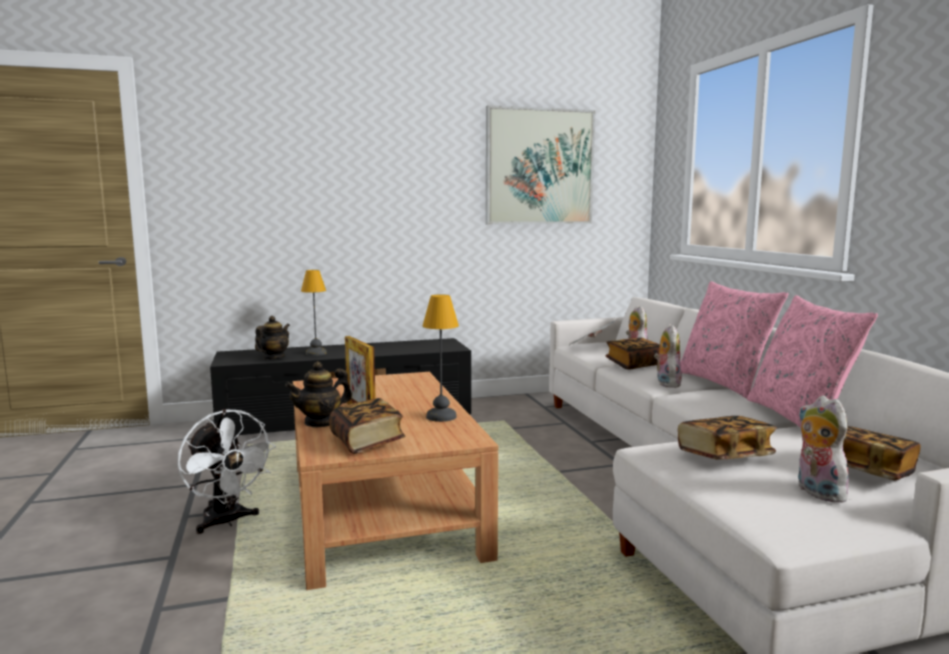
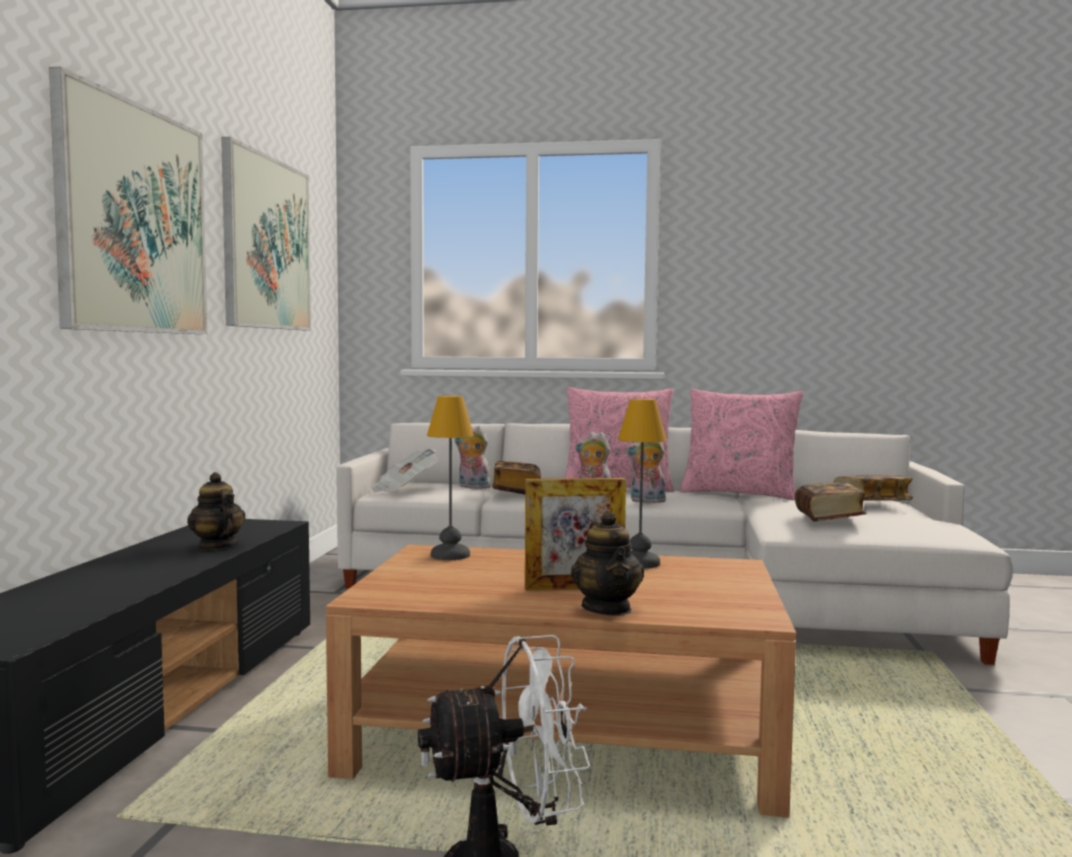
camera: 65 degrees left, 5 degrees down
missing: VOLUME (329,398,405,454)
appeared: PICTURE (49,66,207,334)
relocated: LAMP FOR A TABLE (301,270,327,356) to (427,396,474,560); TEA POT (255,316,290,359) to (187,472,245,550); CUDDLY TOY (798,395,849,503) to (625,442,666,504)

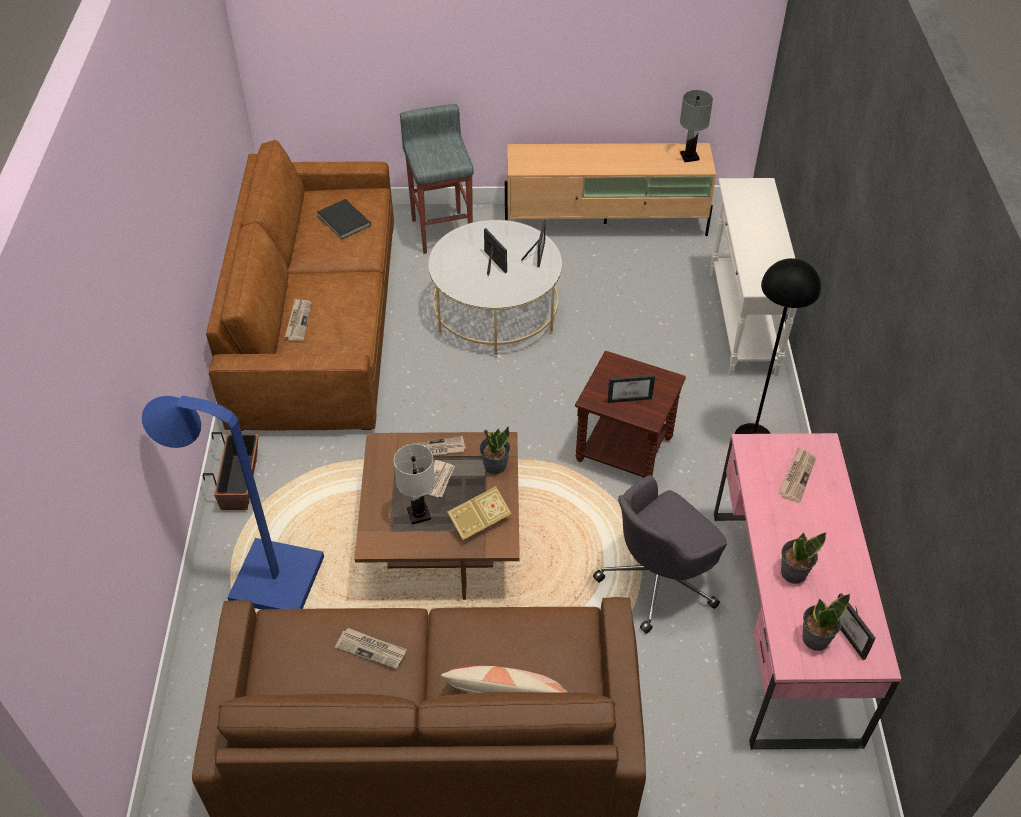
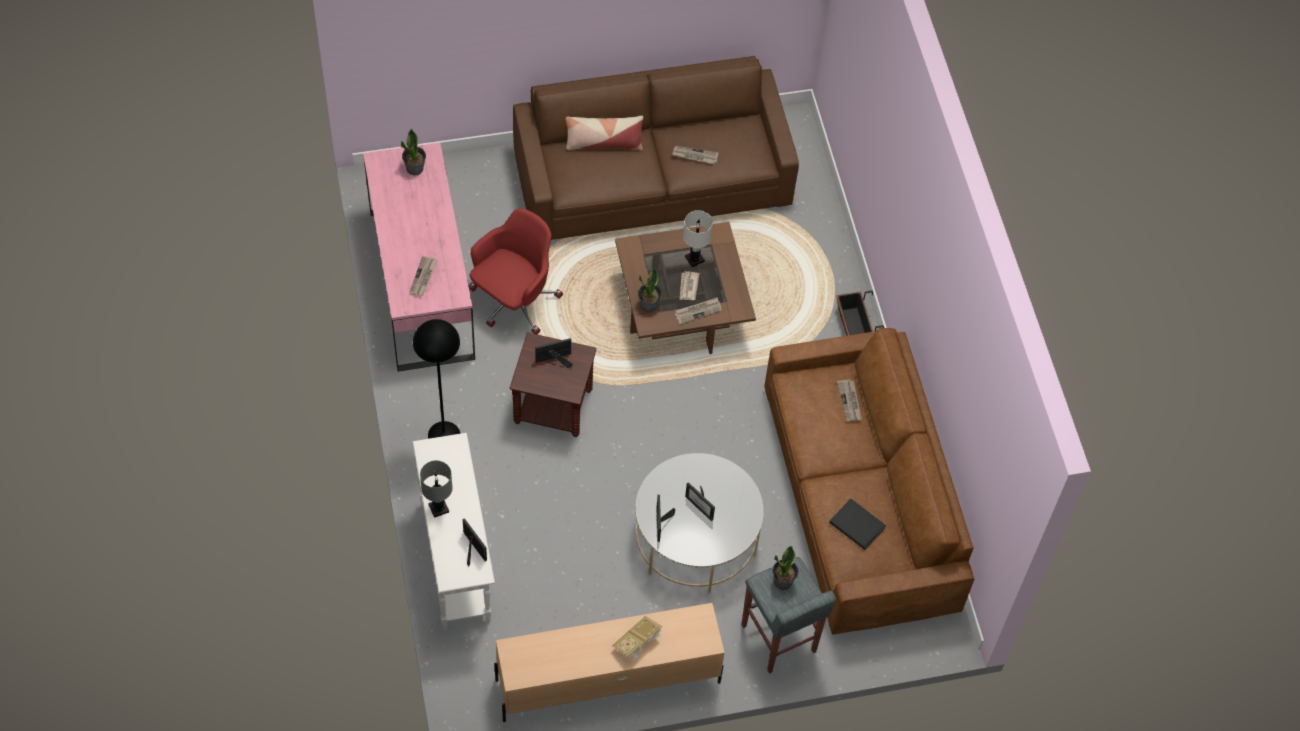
camera: 165 degrees right, 10 degrees up
missing: BLUE-COLOURED FLOOR LAMP (142,396,324,610)
relocated: GREY LAMP FOR A TABLE (680,90,713,162) to (420,460,453,518); VOLUME (447,486,512,540) to (612,616,663,661); POTTED PLANT (781,532,826,584) to (772,546,799,590); STANDING FRAME (838,593,876,660) to (463,518,487,567)
colour: GREY DESK CHAIR (593,475,727,634) to RED-COLOURED DESK CHAIR (469,209,563,334)

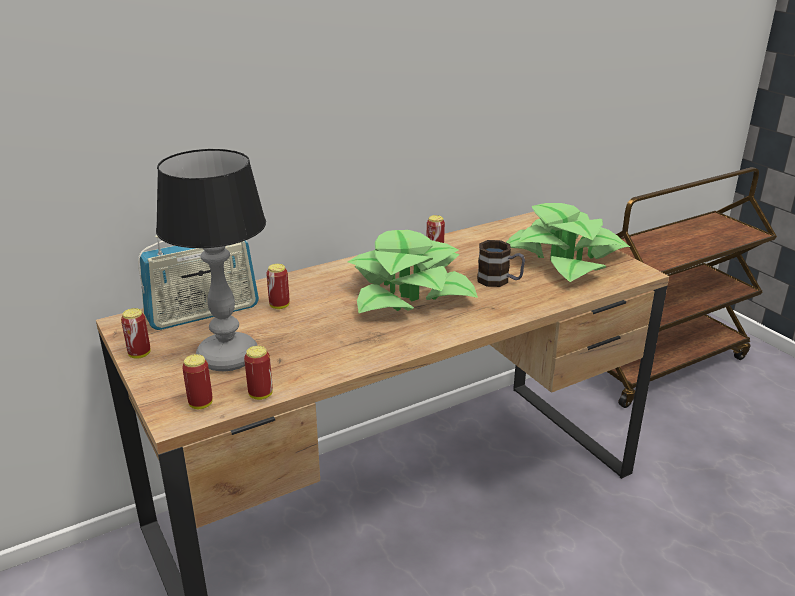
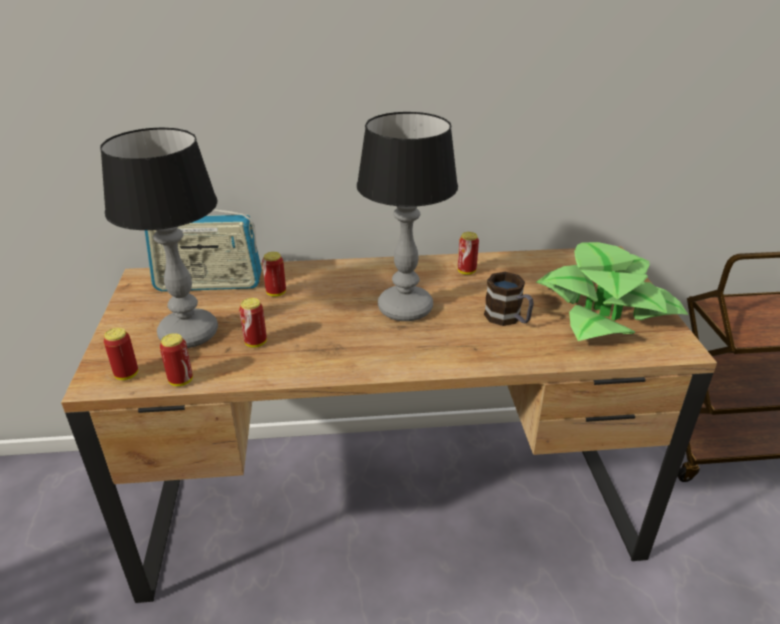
camera: 25 degrees right, 5 degrees up
relocated: SEALED CAN (121,308,151,359) to (239,298,267,348)
exchanged: POTTED PLANT (348,230,478,313) to LAMP FOR A TABLE (357,112,458,321)

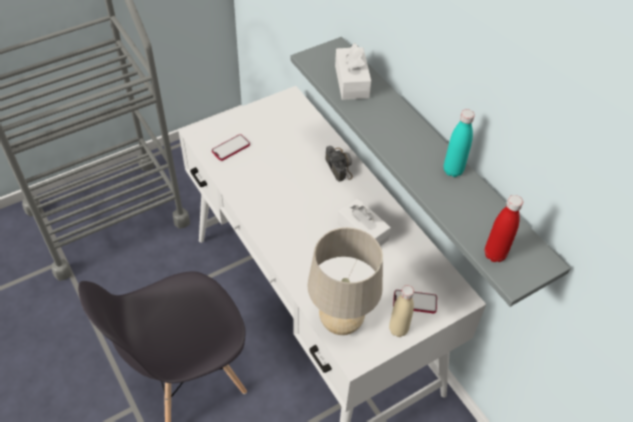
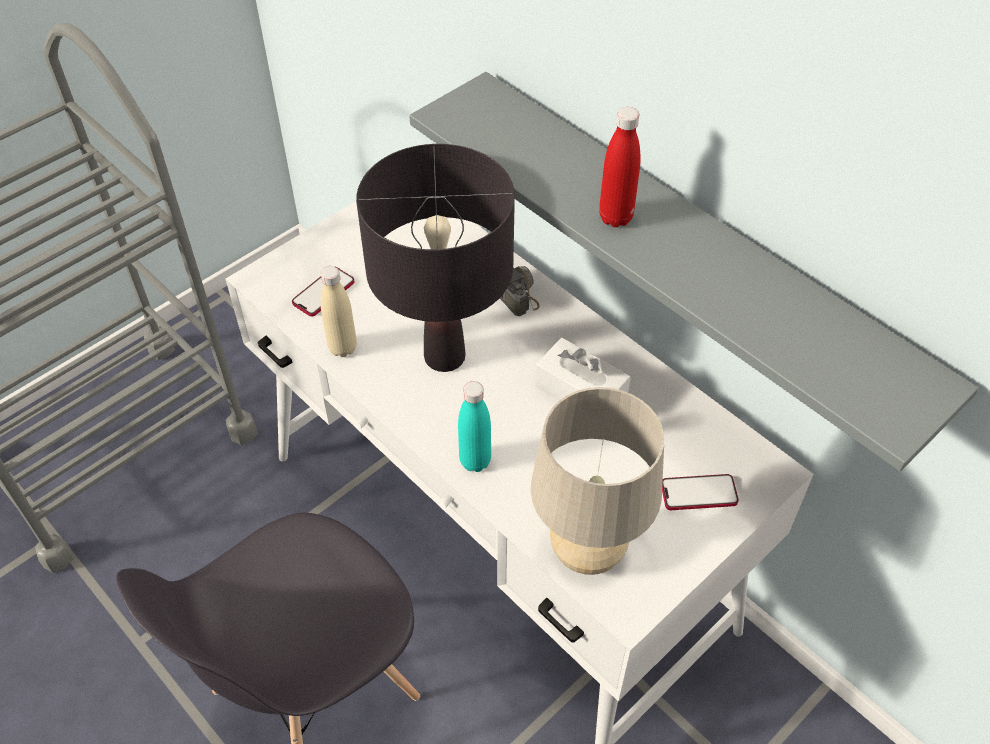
camera: 10 degrees left, 0 degrees up
missing: WHITISH TISSUE HOLDER (335,43,371,100)
appeared: BLACKISH LAMP FOR A TABLE (356,144,515,372)
relocated: BLUE-GREEN DRINK BOTTLE (444,109,475,177) to (458,381,491,472); RED-COLOURED DRINK BOTTLE (485,195,523,262) to (599,107,641,227); BEIGE-COLOURED DRINK BOTTLE (389,285,414,337) to (321,266,357,357)

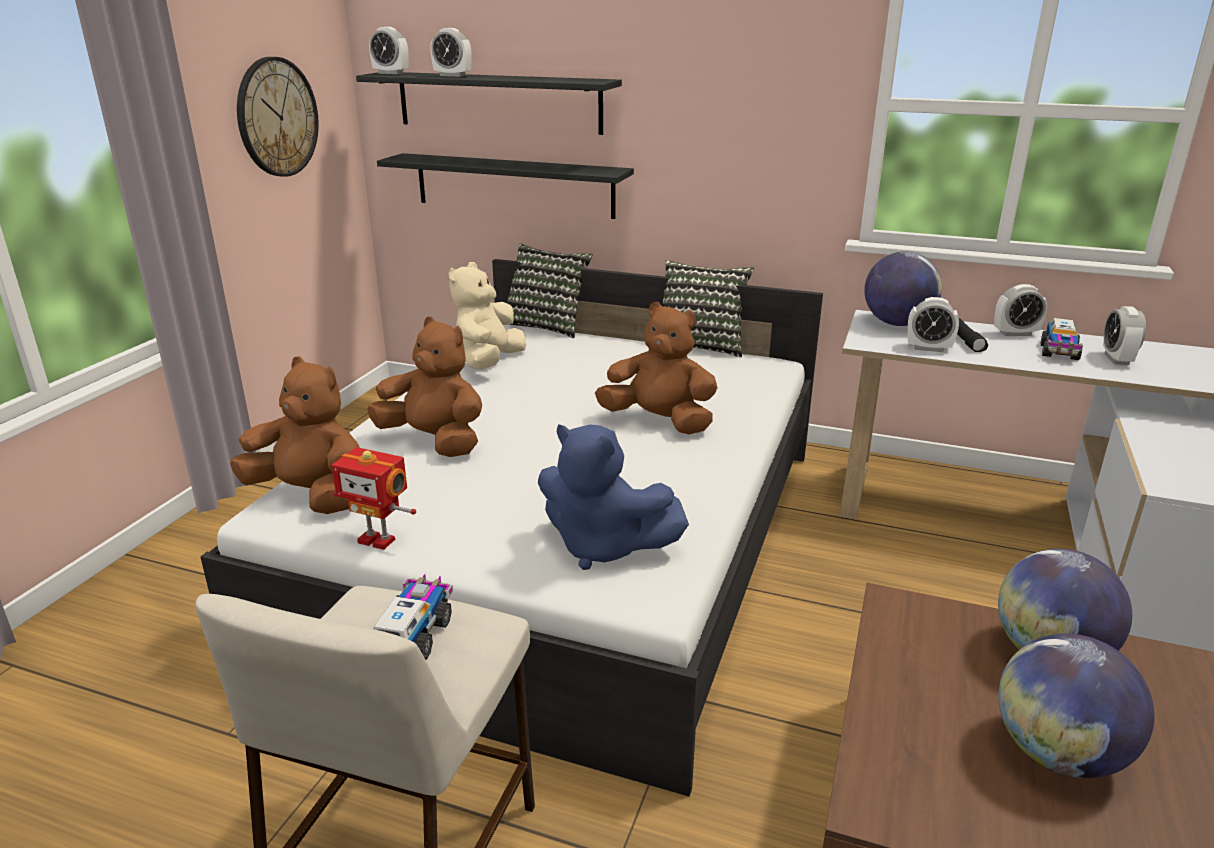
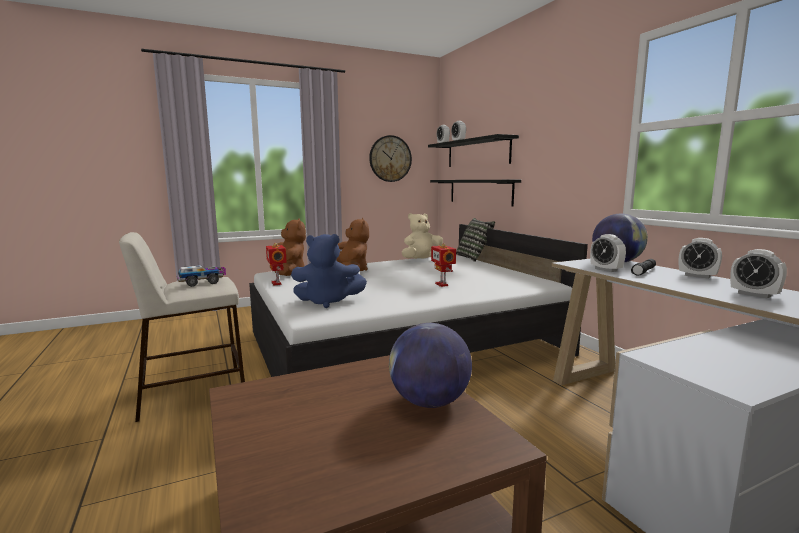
camera: 45 degrees right, 15 degrees down
missing: CUSHION (662,260,754,357); MODEL TRUCK (1041,318,1083,360); WORLD GLOBE (999,633,1154,778)
exchanged: BROWN-COLOURED CUDDLY TOY (595,302,718,434) to TOY ROBOT (431,243,456,287)
spun: TABLE CLOCK (1103,306,1146,365) = (730,249,787,299) 90 degrees counterclockwise; BLUE-COLOURED CUDDLY TOY (538,424,689,570) = (291,234,367,308) 75 degrees counterclockwise

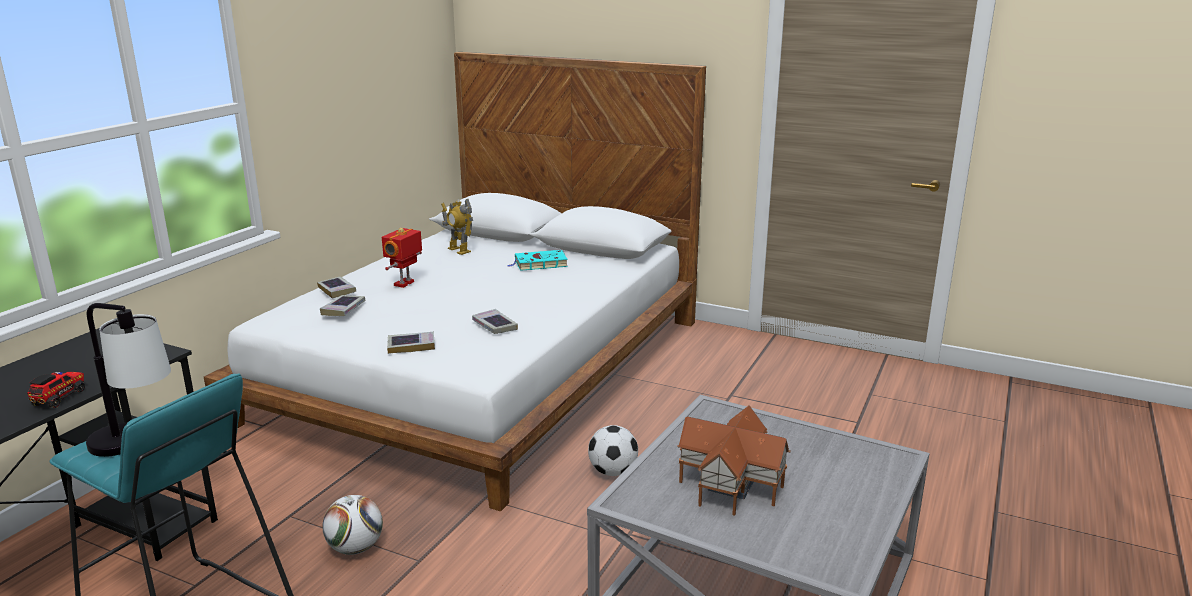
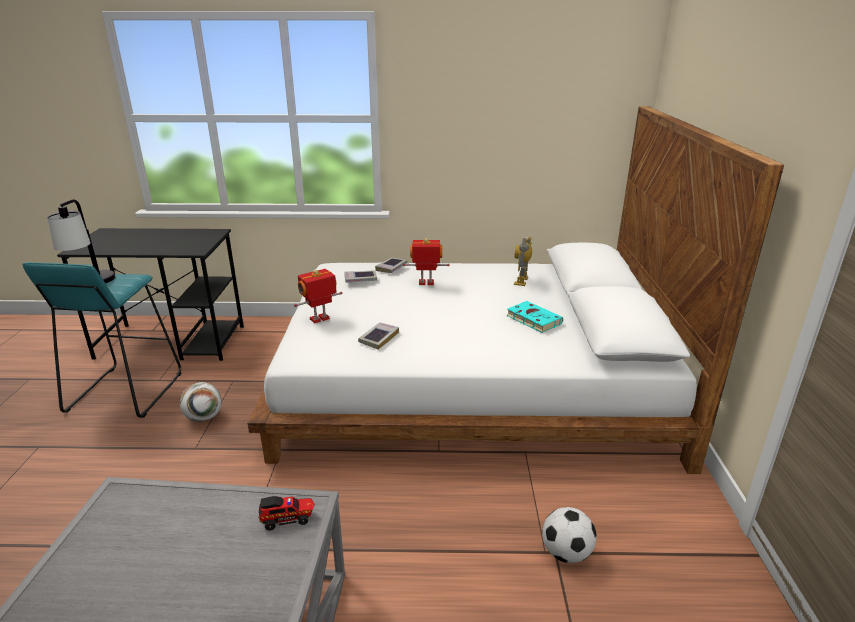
camera: 65 degrees right, 5 degrees up
missing: MINIATURE HOUSE (677,405,791,516)
relocated: MODEL TRUCK (27,372,85,408) to (259,496,315,531); FOOTBALL BALL (588,425,638,476) to (542,507,597,563)
exchanged: VOLUME (387,332,435,354) to TOY ROBOT (294,269,342,324)

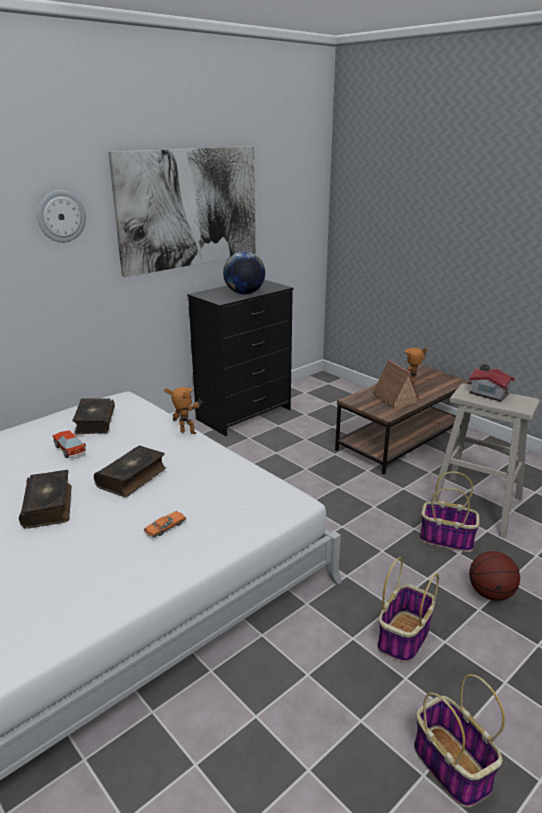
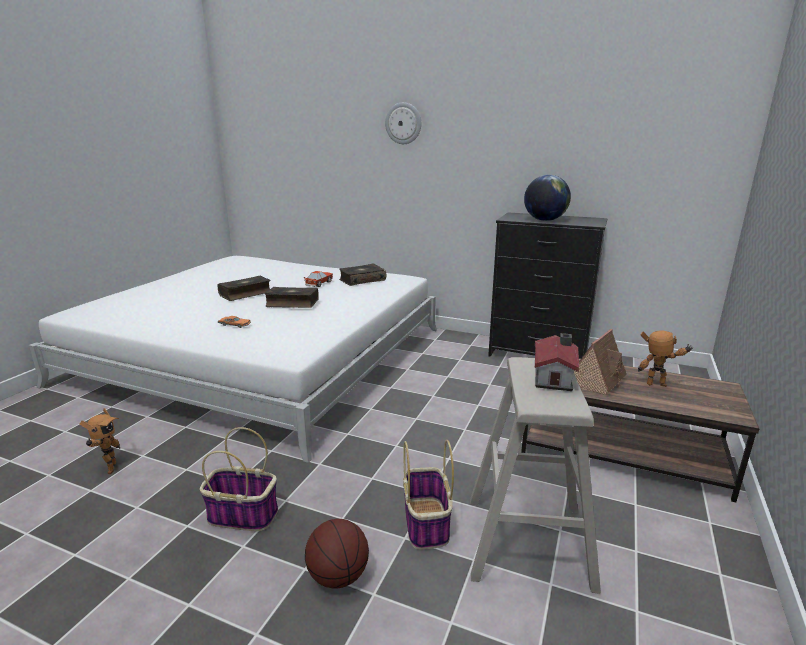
camera: 65 degrees right, 5 degrees down
missing: PICTURE (108,146,256,277); STORAGE BASKET (414,674,505,807)
relocated: TOY ROBOT (164,387,203,434) to (80,408,120,474)

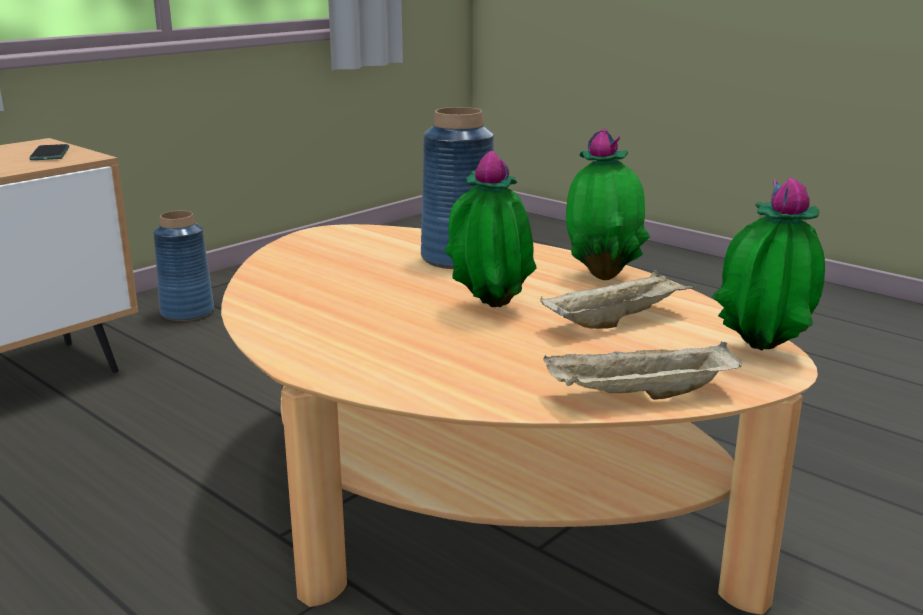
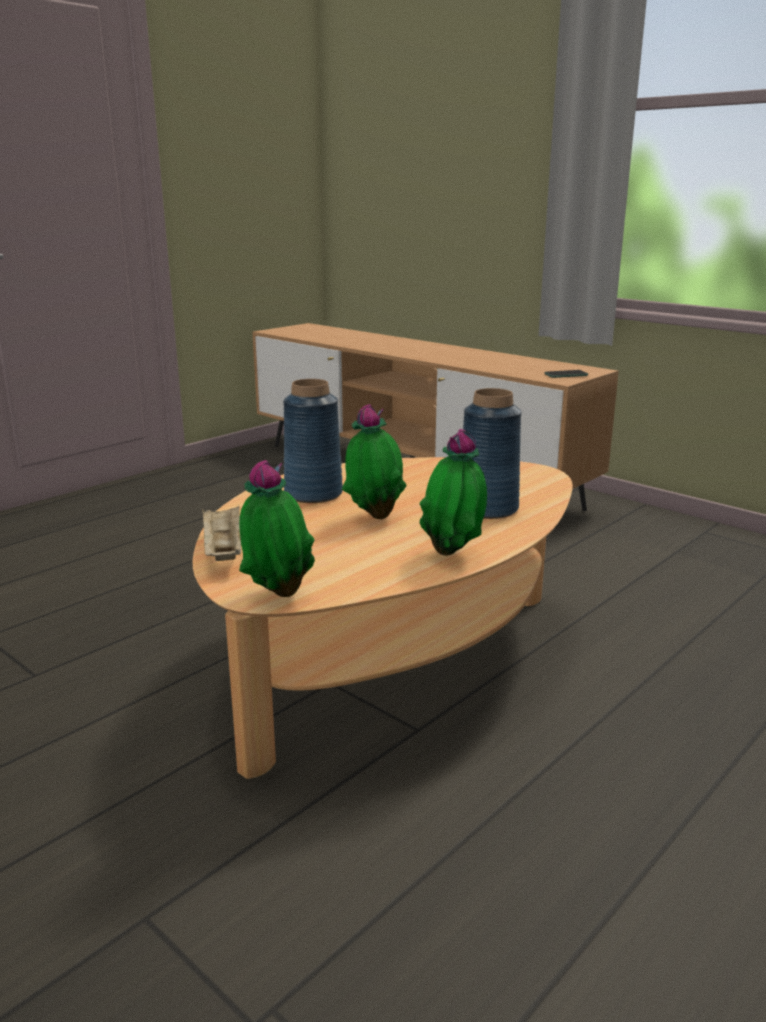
camera: 90 degrees right, 0 degrees up
missing: BEIGE-COLOURED SERVING TRAY (540,270,695,329)
relocated: BLUE-COLOURED VASE (153,211,214,321) to (283,379,343,503)

